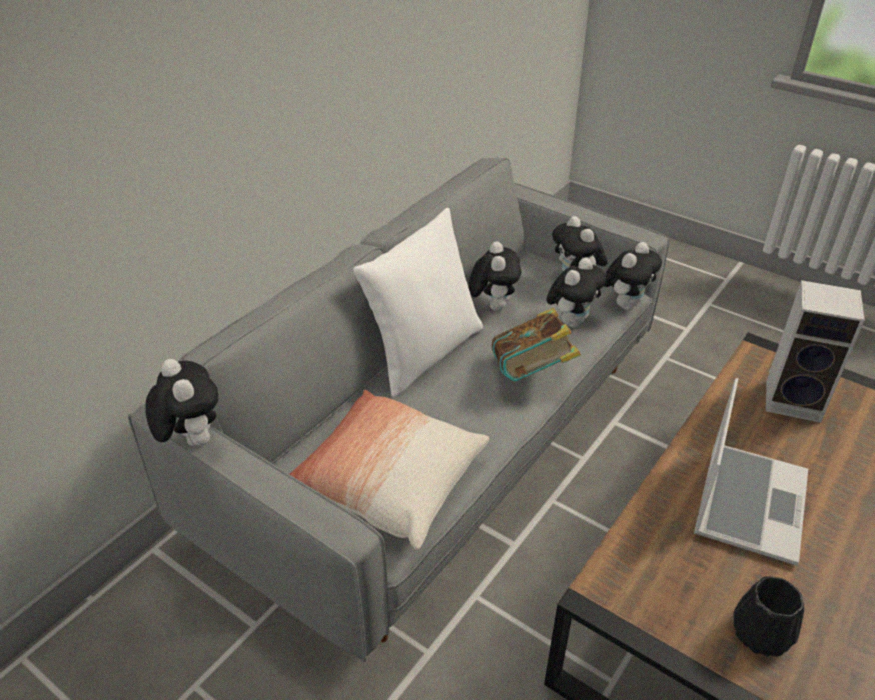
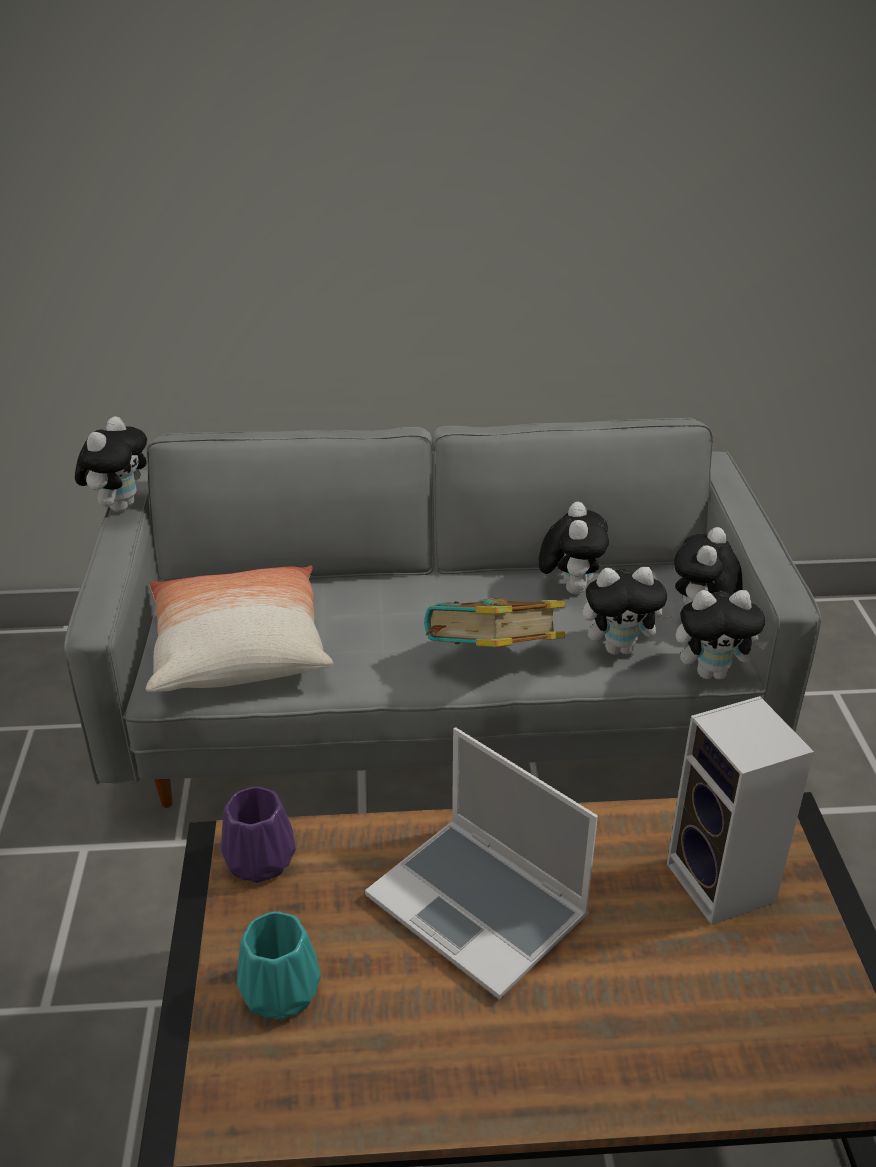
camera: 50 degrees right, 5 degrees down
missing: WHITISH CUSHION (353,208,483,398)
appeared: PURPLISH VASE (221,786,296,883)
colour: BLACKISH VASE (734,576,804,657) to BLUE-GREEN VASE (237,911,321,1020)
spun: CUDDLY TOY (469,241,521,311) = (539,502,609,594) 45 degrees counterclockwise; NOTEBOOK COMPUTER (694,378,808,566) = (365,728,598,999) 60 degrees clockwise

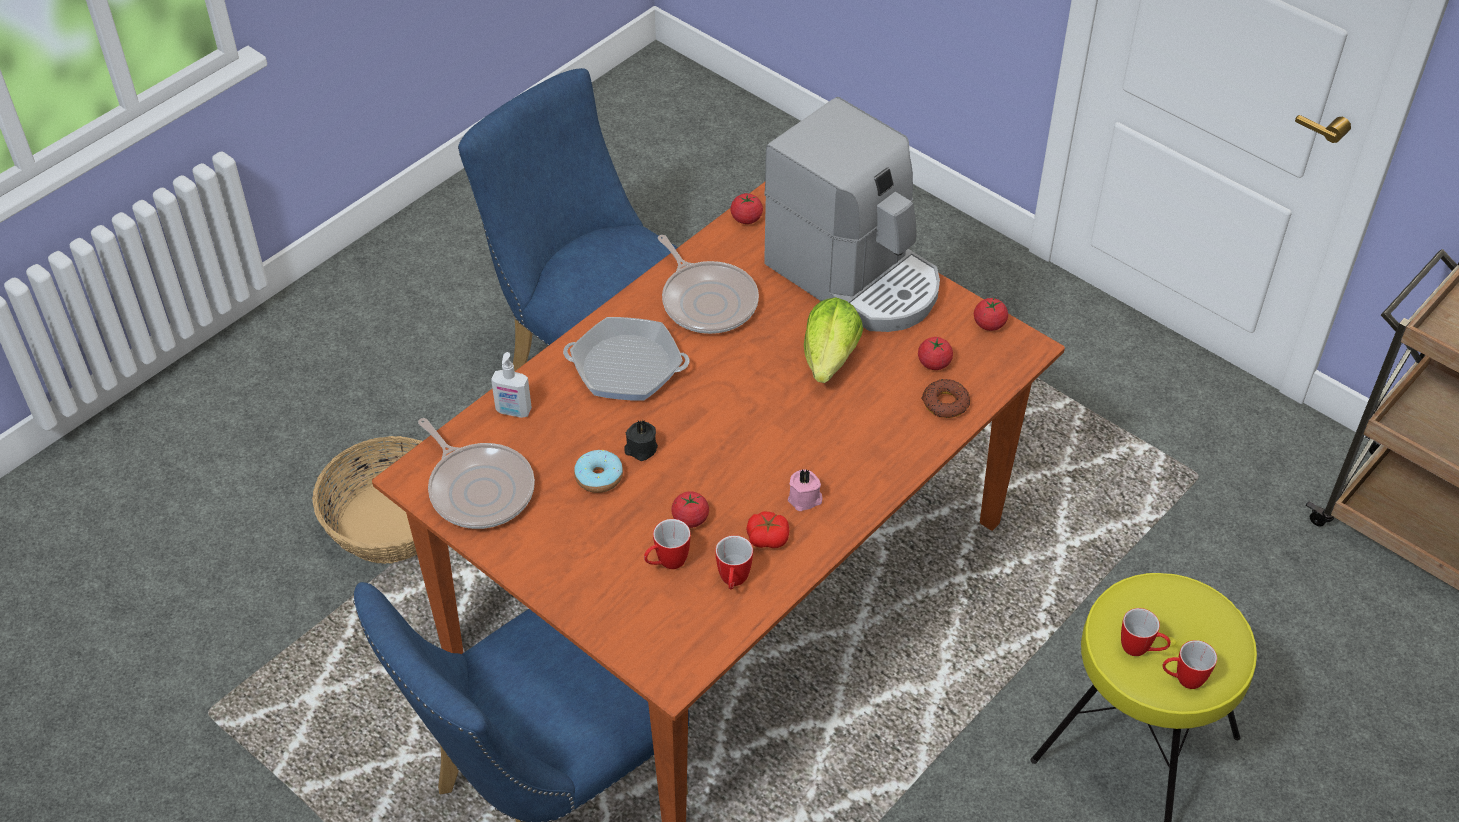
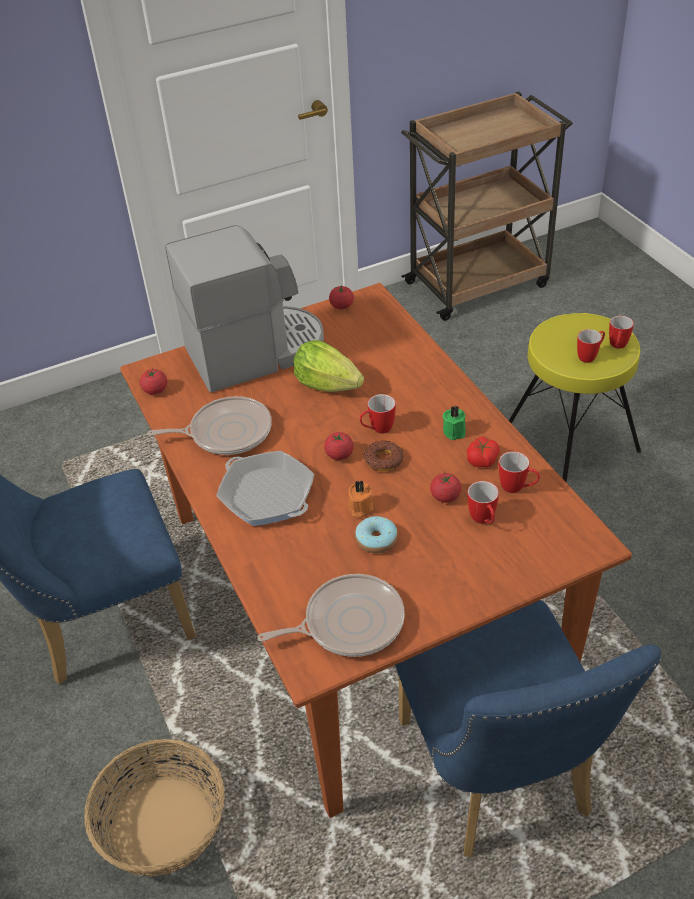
camera: 65 degrees left, 5 degrees down
missing: SOAP DISPENSER (491,352,532,418)
appeared: MUG (359,394,396,433)
relocated: FRESH TOMATO (918,337,953,370) to (324,432,354,460); RING DOUGHNUT (921,379,970,418) to (363,440,403,471)
colour: BLACKISH CANDLE (624,420,658,461) to ORANGEY CANDLE (348,480,373,518); PINK CANDLE (788,469,823,511) to GREEN-COLOURED CANDLE (443,406,465,440)
spun: SKILLET (563,317,689,401) = (216,451,314,526) 105 degrees clockwise

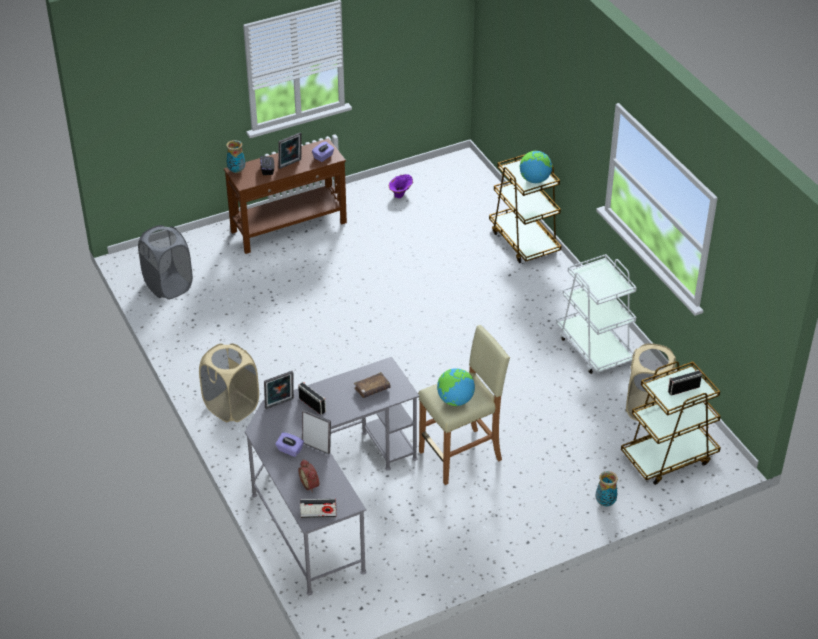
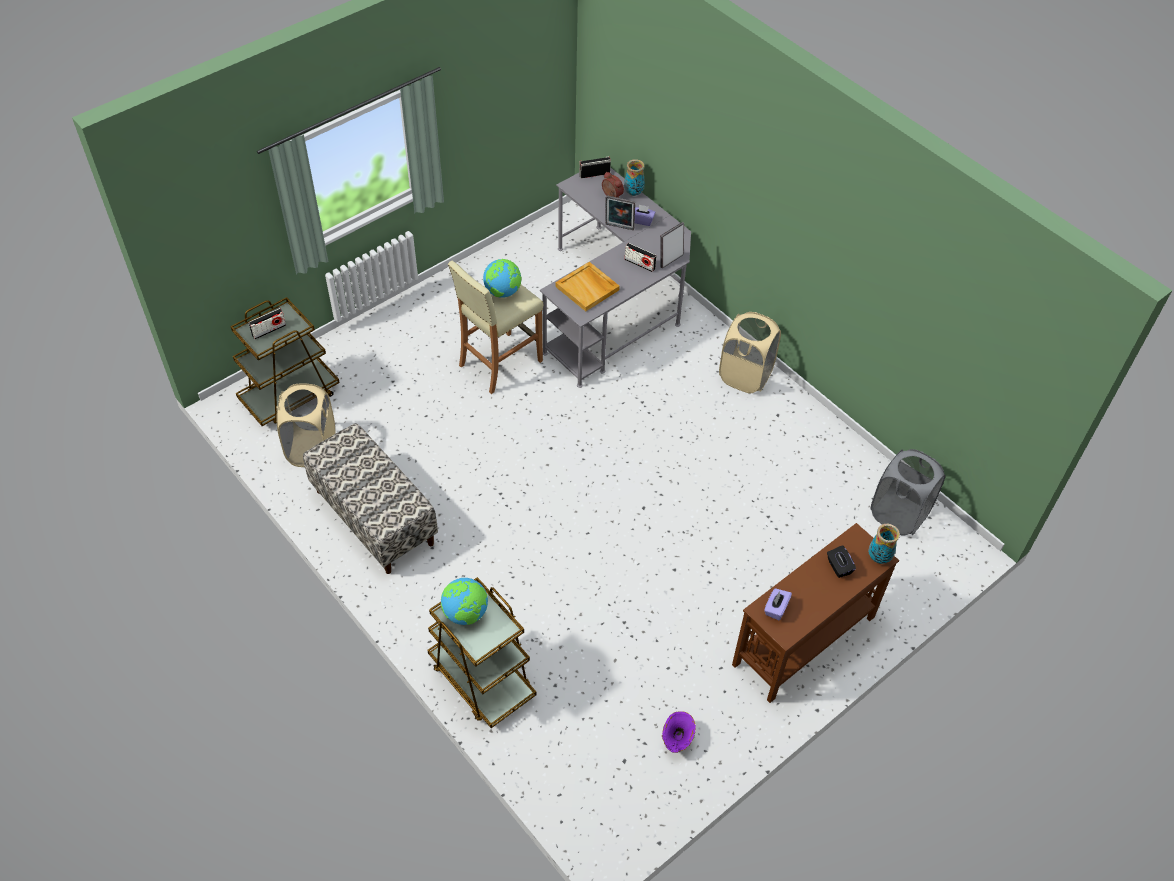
camera: 165 degrees right, 10 degrees up
missing: STANDING FRAME (278,132,302,169)
relocated: VASE (595,471,618,506) to (624,159,645,196)
exchanged: WHITISH CART (556,254,637,374) to LONG SEAT (303,423,438,574); BROWN-COLOURED VOLUME (354,372,391,398) to BEIGE-COLOURED SERVING TRAY (556,262,620,312)

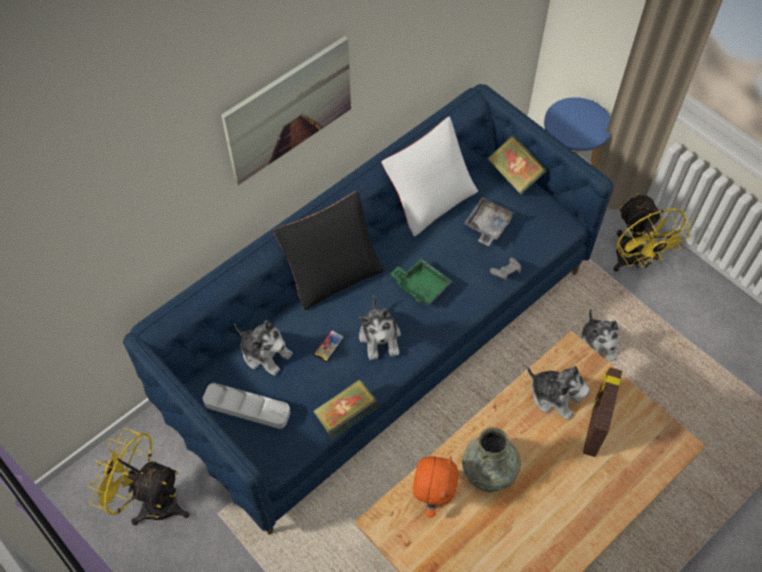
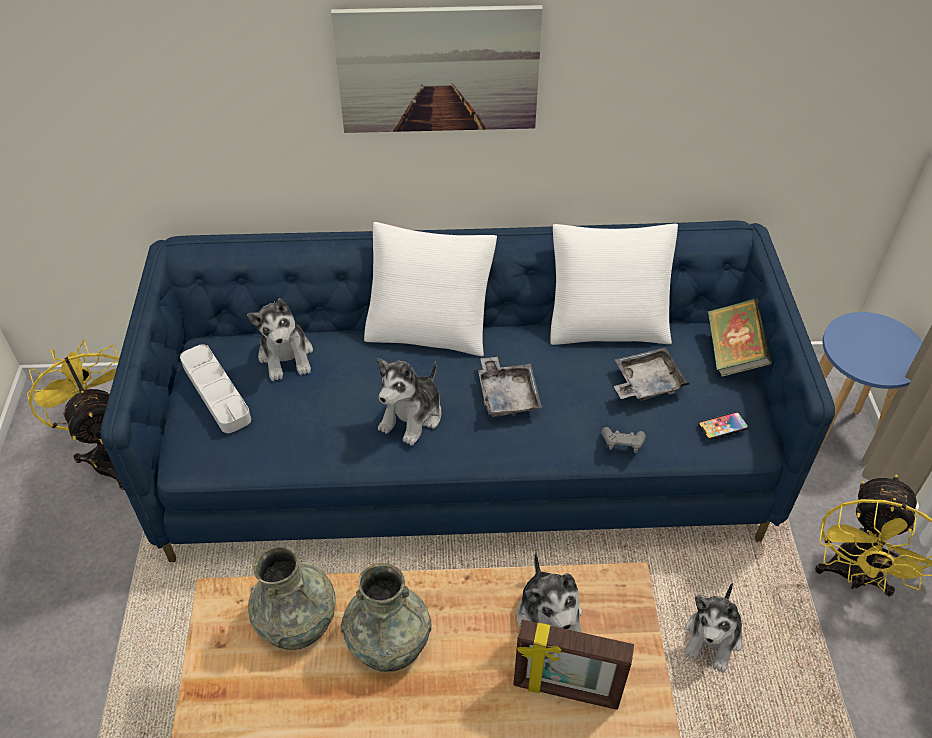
camera: 40 degrees right, 10 degrees down
missing: VOLUME (313,379,380,440)
relocated: TELEPHONE (314,330,344,362) to (698,412,748,440)
exchanged: ORANGEY CUDDLY TOY (413,456,459,518) to GREY VASE (248,545,336,650)
colour: BLACKISH CUSHION (273,191,384,310) to WHITISH CUSHION (364,222,497,356); GREEN-COLOURED SERVING TRAY (390,258,452,306) to GREY SERVING TRAY (478,357,542,417)
spun: STANDING FRAME (583,367,622,457) = (513,619,634,710) 135 degrees counterclockwise

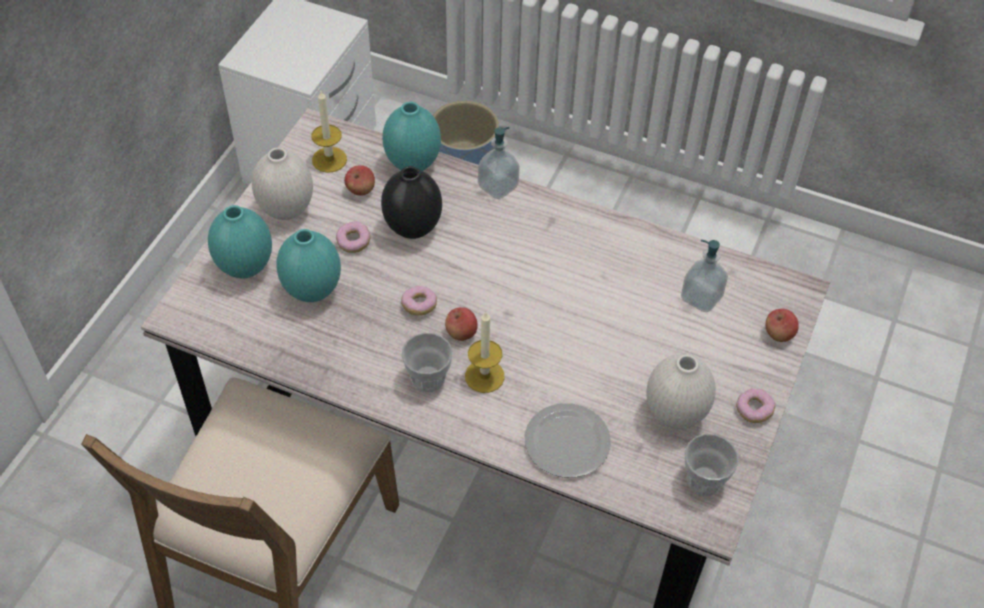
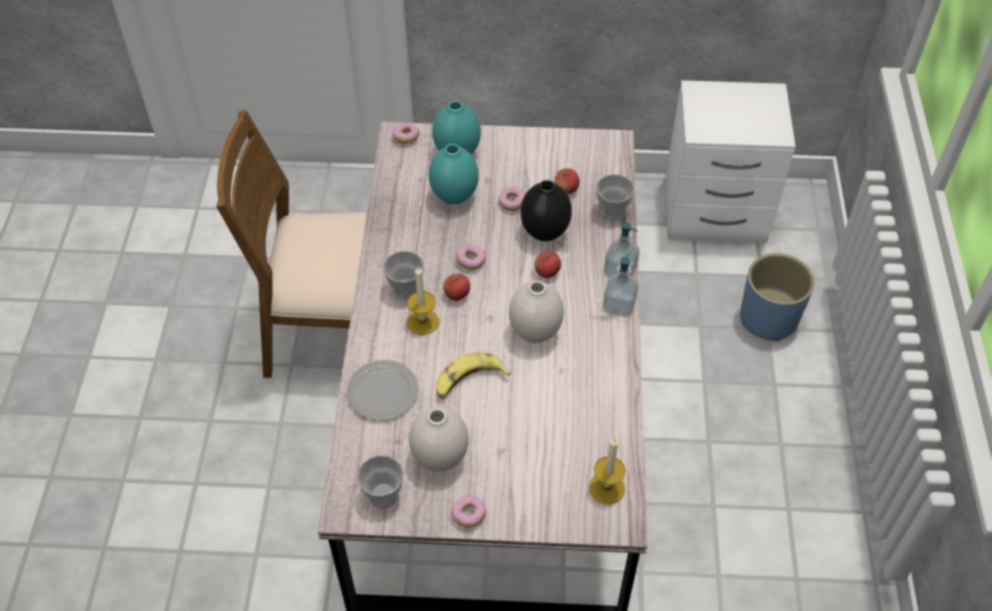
camera: 70 degrees right, 0 degrees up
appeared: RING DOUGHNUT (392,123,420,144); BANANA FRUIT (436,352,511,399)
relocated: CANDLE (311,91,347,173) to (589,438,626,504); WHITISH VASE (252,148,313,220) to (509,281,564,343); SOAP DISPENSER (681,240,728,312) to (603,254,638,317); WHOLE APPLE (766,309,799,342) to (534,251,561,278)
exchanged: BLUE-GREEN VASE (383,102,441,171) to DRINKING CUP (596,174,635,221)

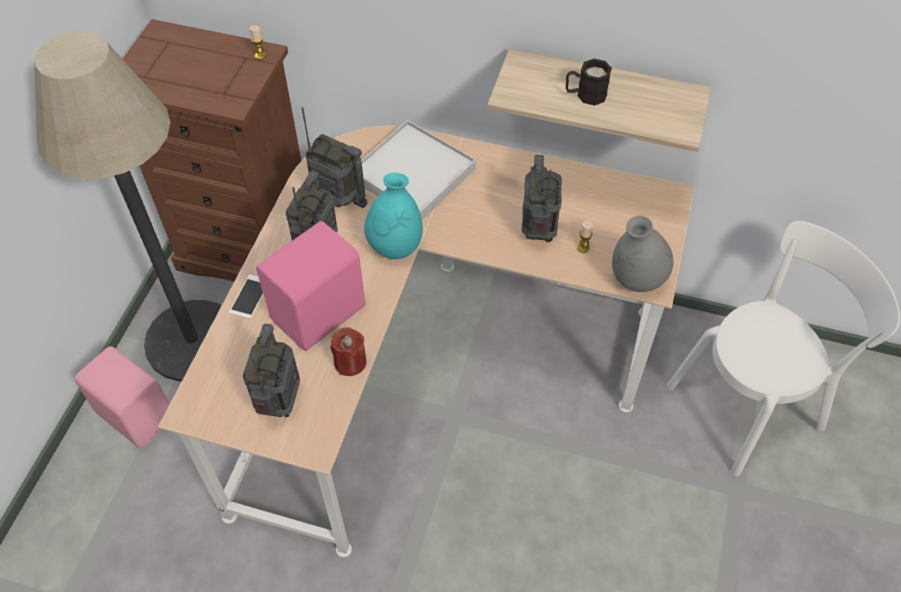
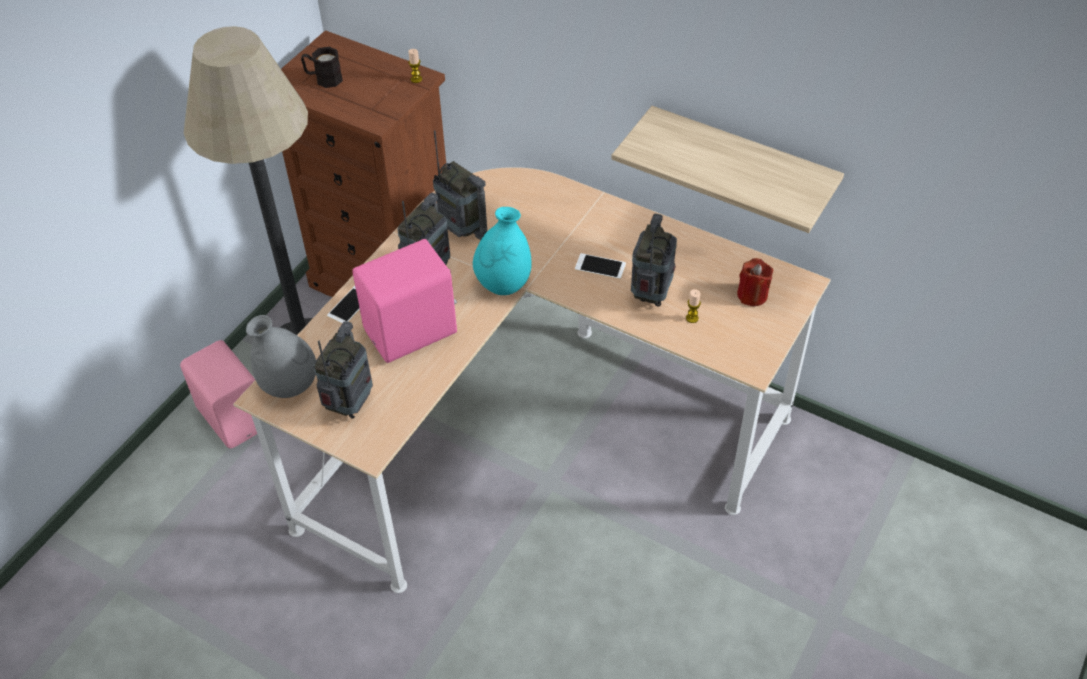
camera: 15 degrees right, 5 degrees down
missing: WHITISH SERVING TRAY (361,120,476,220); WHITISH UPRIGHT CHAIR (667,221,900,476)
appeared: TELEPHONE (575,253,626,279)
relocated: BLACKISH MUG (566,59,612,106) to (301,47,343,88); GREY VASE (612,216,673,292) to (246,315,316,398); RED-COLOURED CANDLE (330,327,367,376) to (737,258,773,306)

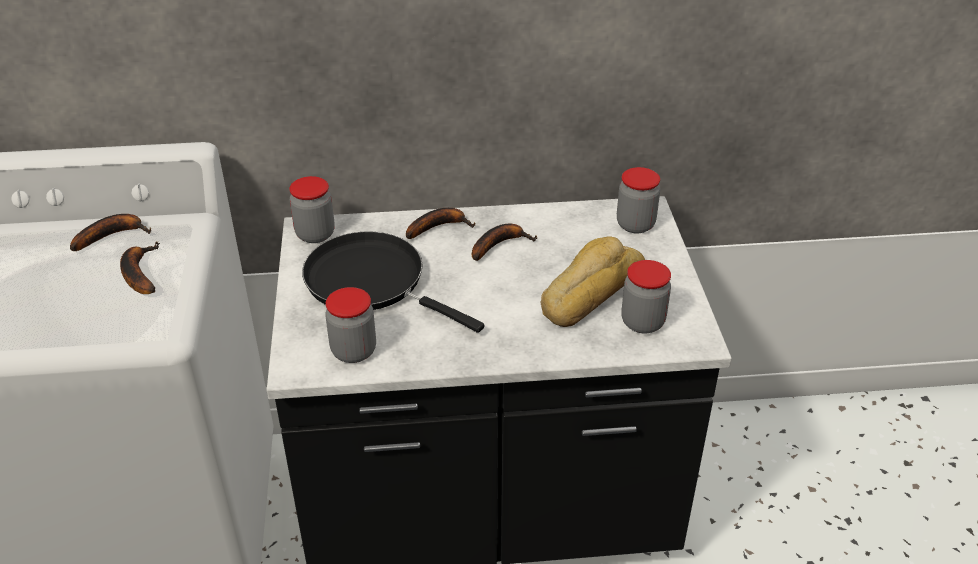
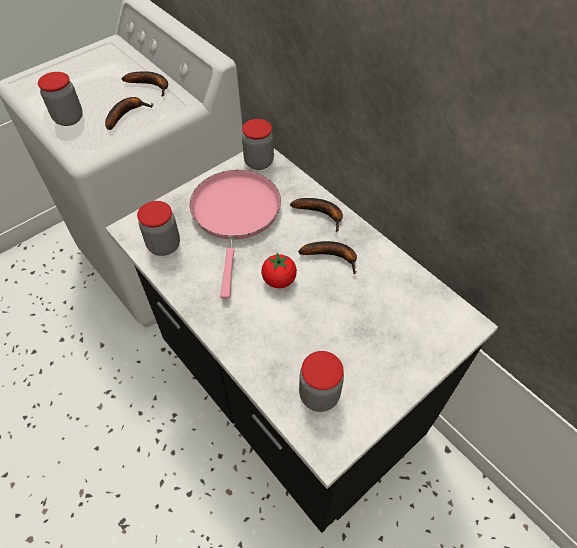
camera: 55 degrees right, 15 degrees up
missing: BAKED BREAD (540,236,645,327)
appeared: FRESH TOMATO (261,252,297,288)
relocated: JAR (617,167,660,233) to (38,72,83,126)
colour: BLACKISH SKILLET (302,232,484,333) to PINK SKILLET (190,170,281,299)

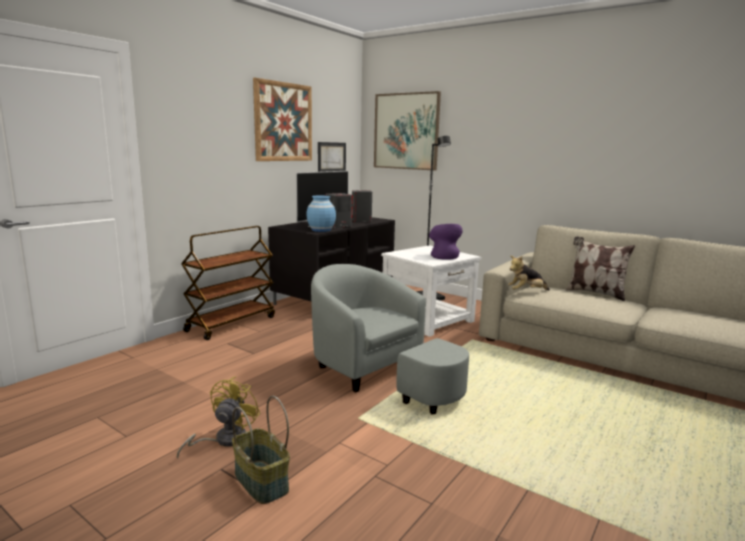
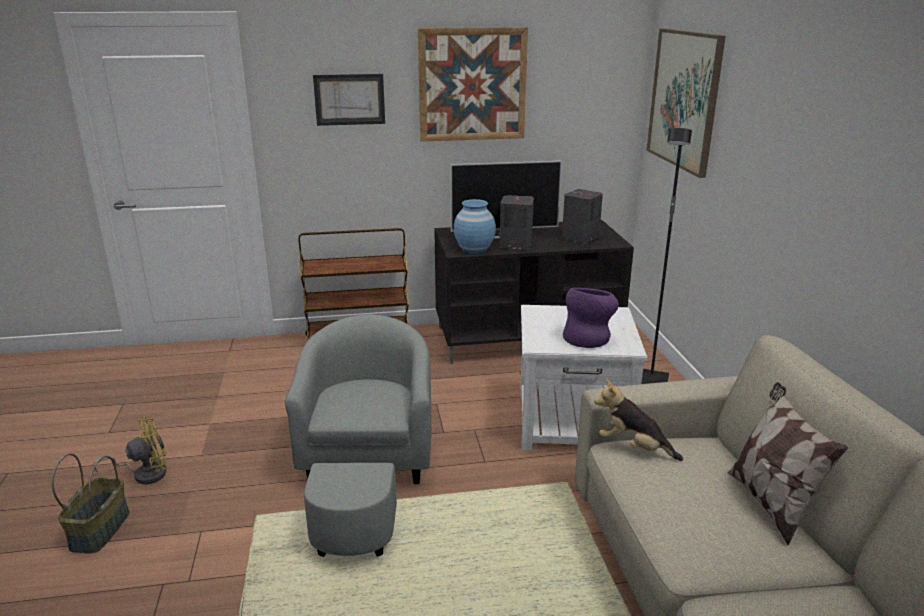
camera: 45 degrees right, 10 degrees up
relocated: PICTURE (318,142,346,172) to (313,74,385,126)

